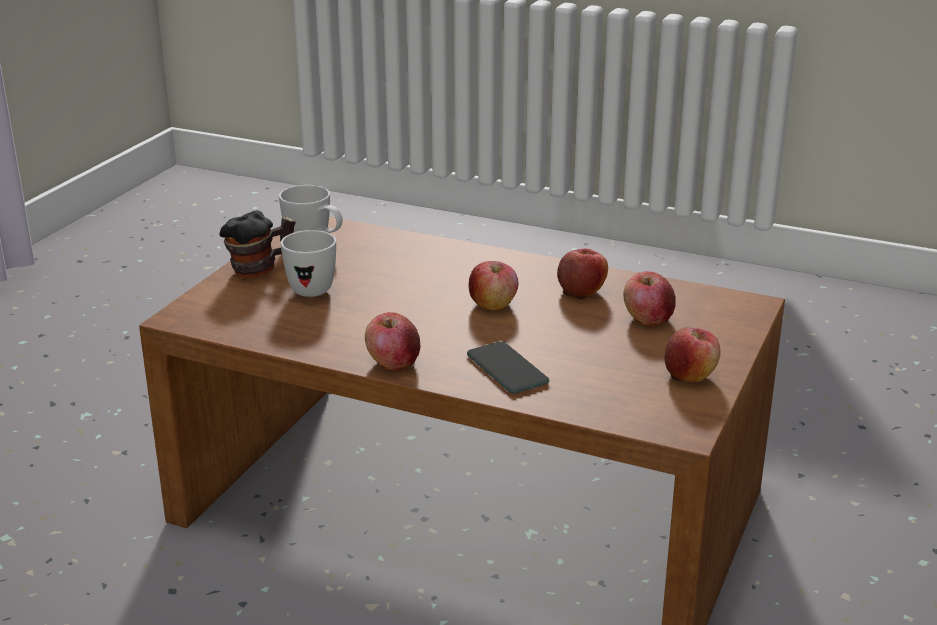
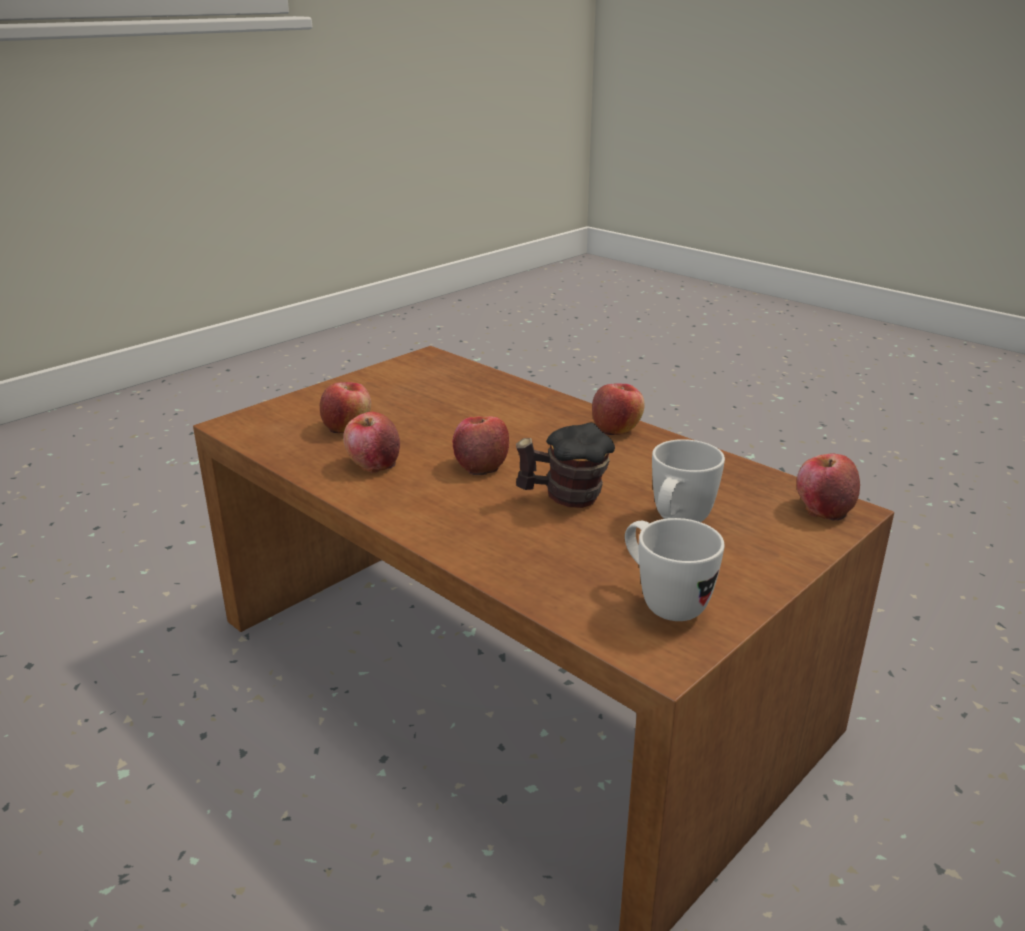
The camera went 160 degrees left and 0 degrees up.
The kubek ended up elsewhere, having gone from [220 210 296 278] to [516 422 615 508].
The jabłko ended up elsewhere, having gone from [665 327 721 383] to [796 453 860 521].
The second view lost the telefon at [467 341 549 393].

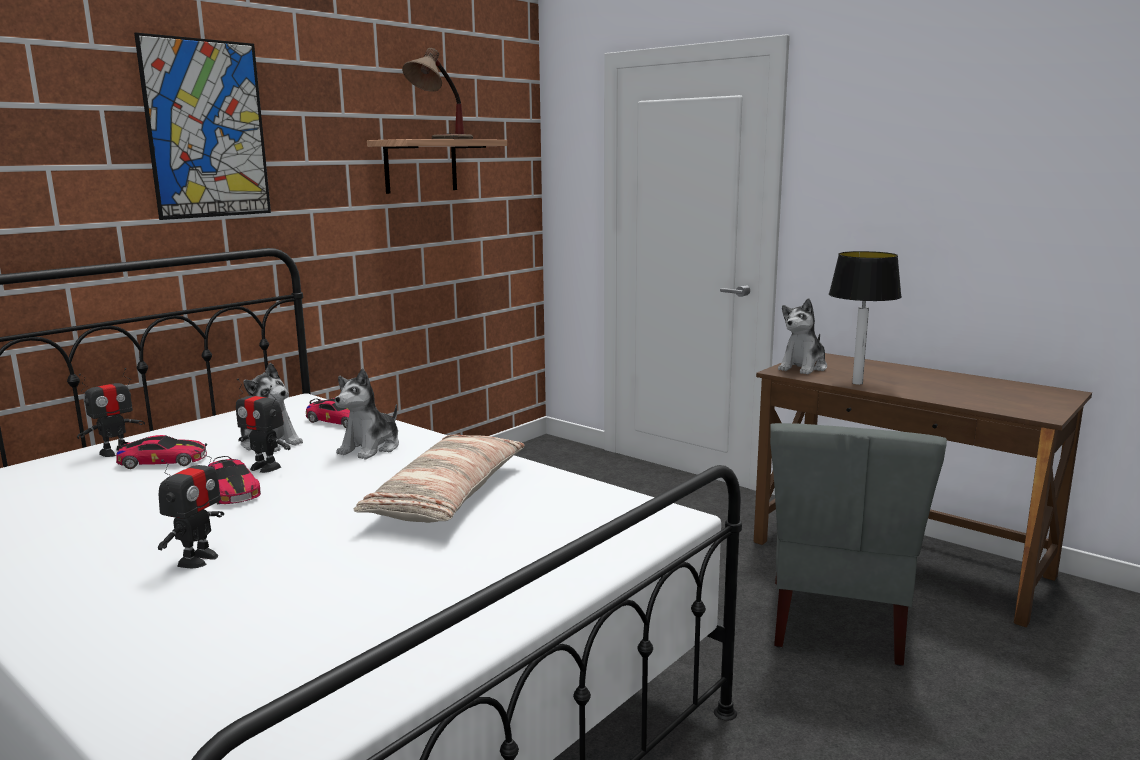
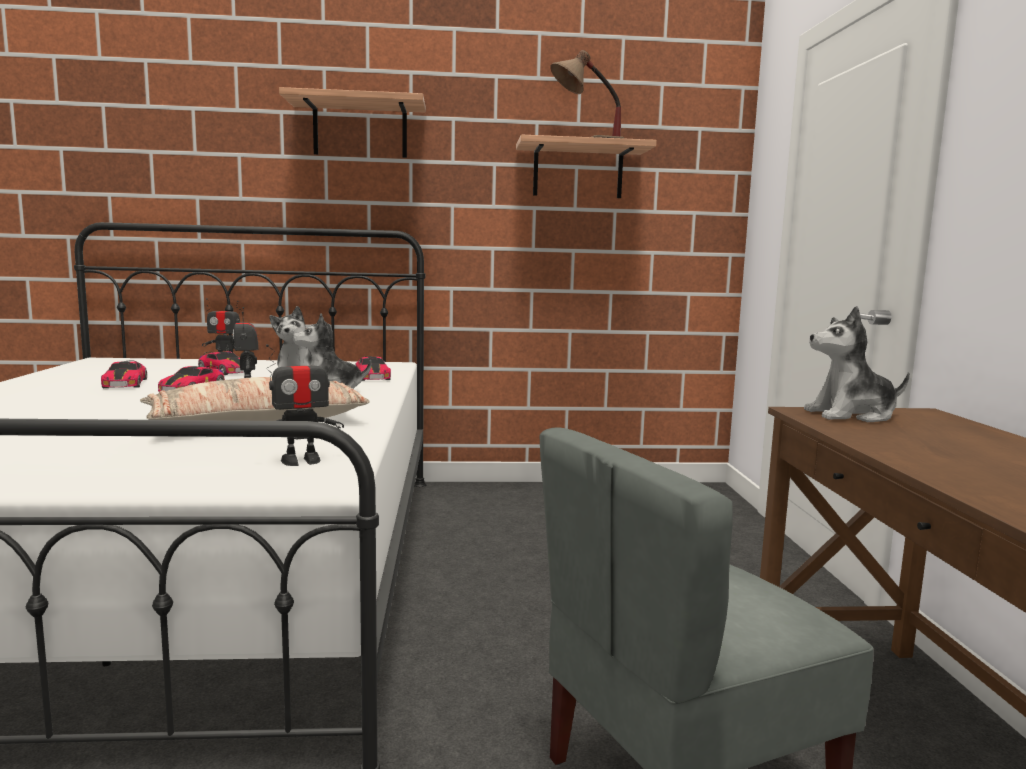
The camera went 45 degrees right and 5 degrees down.
The second view gained the samochodzik at [101 361 147 388].
The robot zabawkowy ended up elsewhere, having gone from [158 443 224 568] to [266 344 344 466].
Where the obraz hung at [134 33 271 220], the półka came to hang at [279 87 426 158].
The second view lost the lampa stołowa at [829 251 902 385].

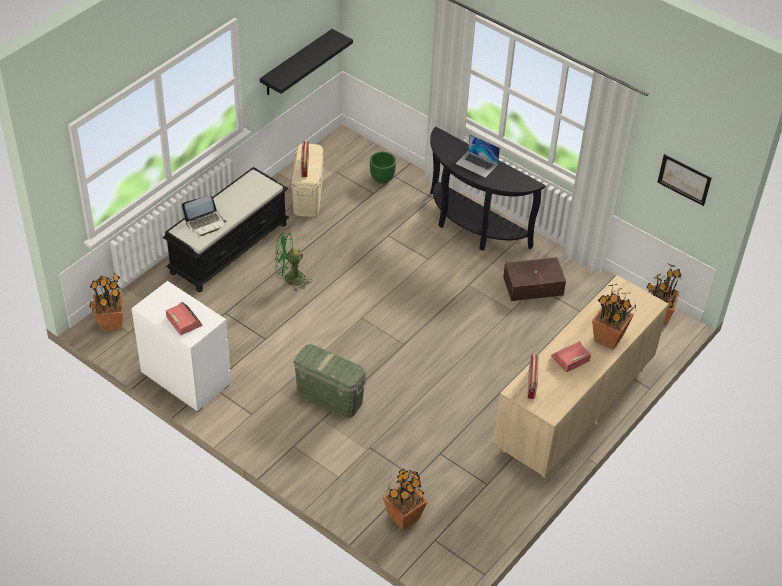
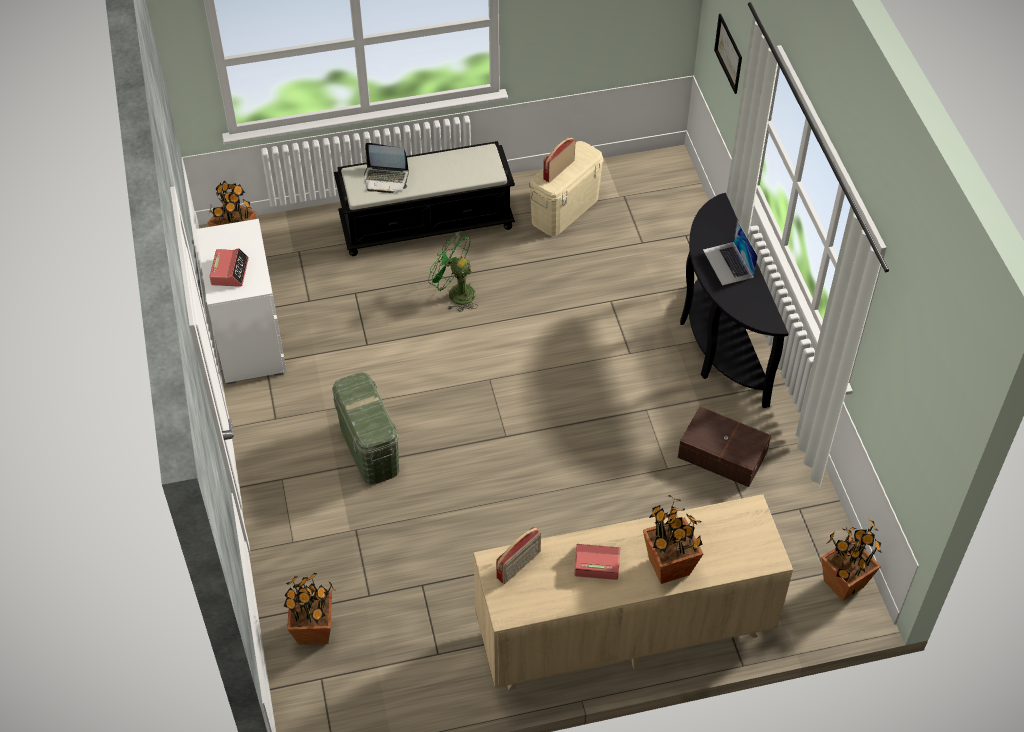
The camera went 40 degrees right and 5 degrees up.
The obraz ended up elsewhere, having gone from [657 154 712 206] to [714 14 742 94].
The second view lost the półka [czarny] at [260 29 353 95].
The second view lost the donica [zielony] at [370 152 396 184].

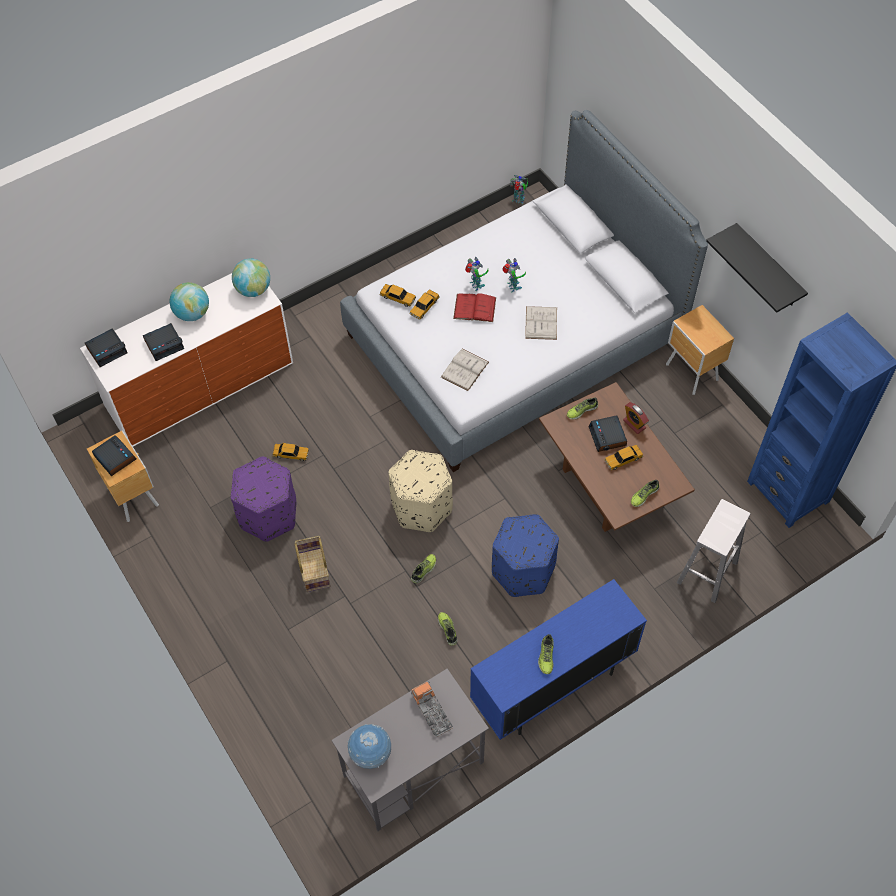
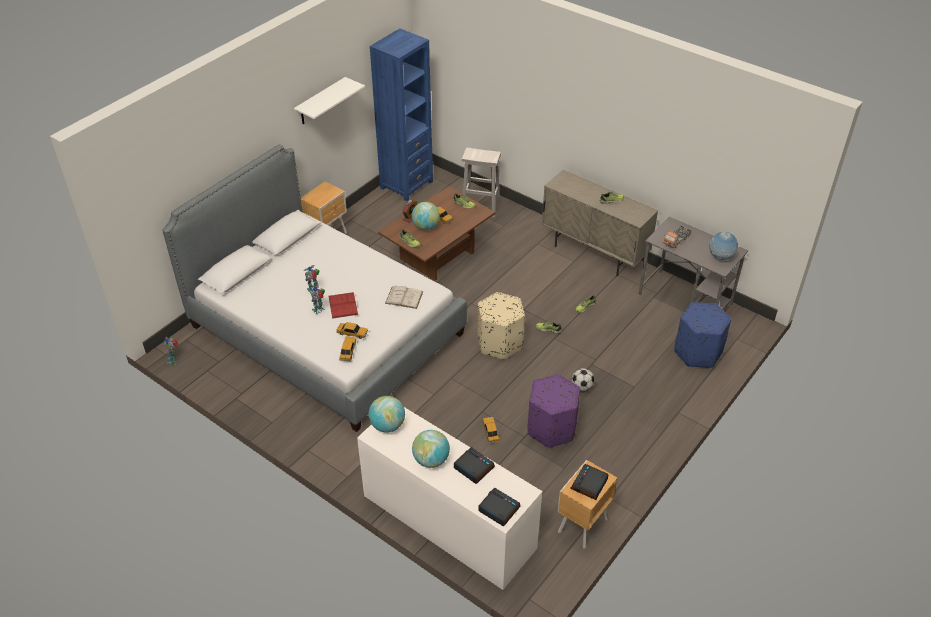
The camera went 110 degrees left and 15 degrees down.
What was the półka [czarny] at [706 223 808 313] turned into the półka [biały] at [294 77 365 124].
Where the budzik stood at [588 416 627 452], the globus came to stand at [412 202 440 230].
What was the szafka [niebieski] at [470 579 647 740] turned into the szafka [beżowy] at [542 170 658 277].
Where the koszyk stood at [295 536 330 592], the piłka futbolowa came to stand at [572 368 595 391].
The pufa [niebieski] ended up elsewhere, having gone from [492 514 559 597] to [674 302 731 368].
The second view lost the książka [biały] at [525 306 557 340].

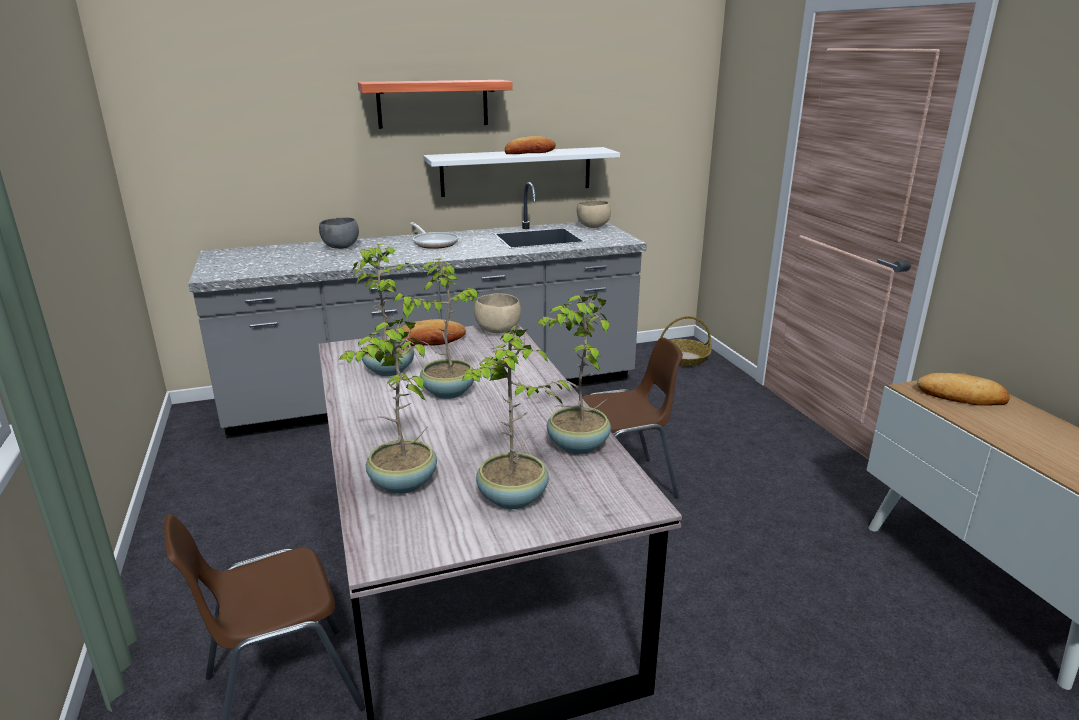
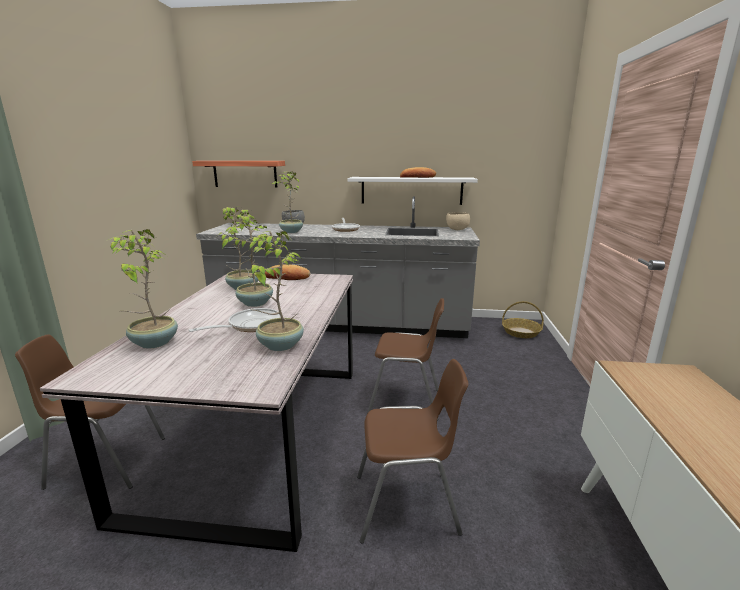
The camera went 25 degrees right and 5 degrees down.
The second view gained the patelnia at [188 308 281 332].
The półka ended up elsewhere, having gone from [358 80 513 129] to [192 161 285 187].
The roślina doniczkowa ended up elsewhere, having gone from [462 326 571 509] to [272 171 303 233].
The second view gained the krzesło [brązowy] at [357 359 469 544].
The second view lost the miska [beżowy] at [474 293 521 333].
The second view lost the chleb at [917 373 1010 406].

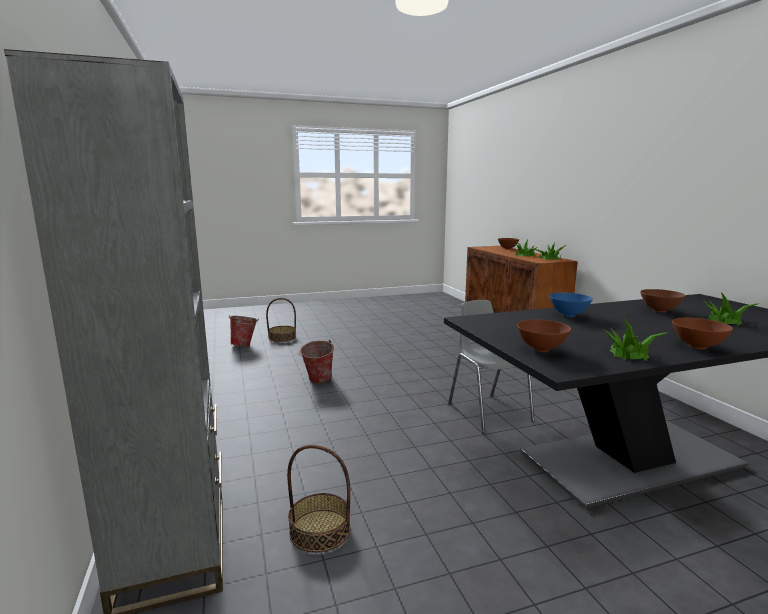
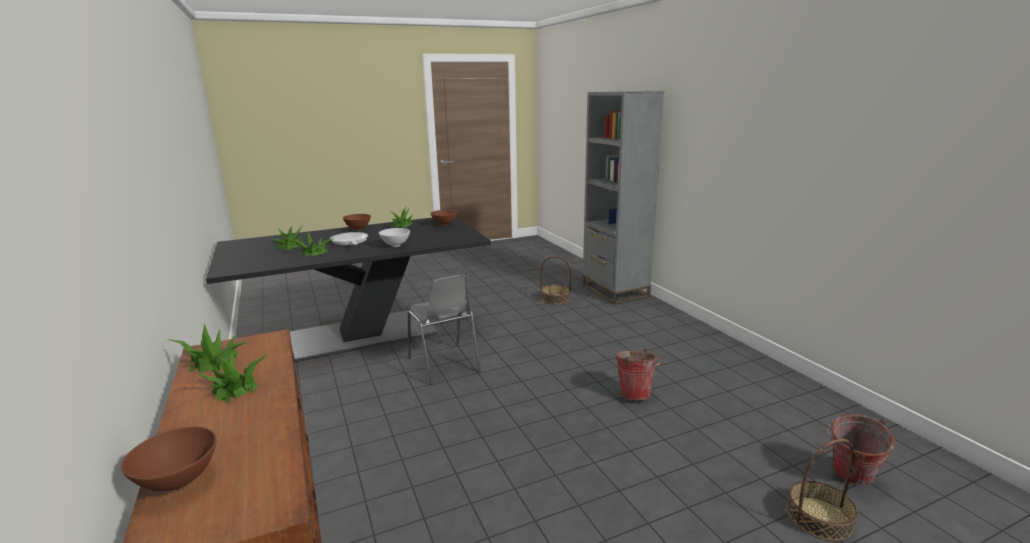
The camera went 175 degrees right and 5 degrees up.
Where the miska [brązowy] stood at [640 289 685 312], the roślina doniczkowa came to stand at [292 231 333 256].
The second view gained the patelnia at [330 232 368 246].
What was the miska [niebieski] at [549 293 593 317] turned into the miska [biały] at [379 228 410 247].

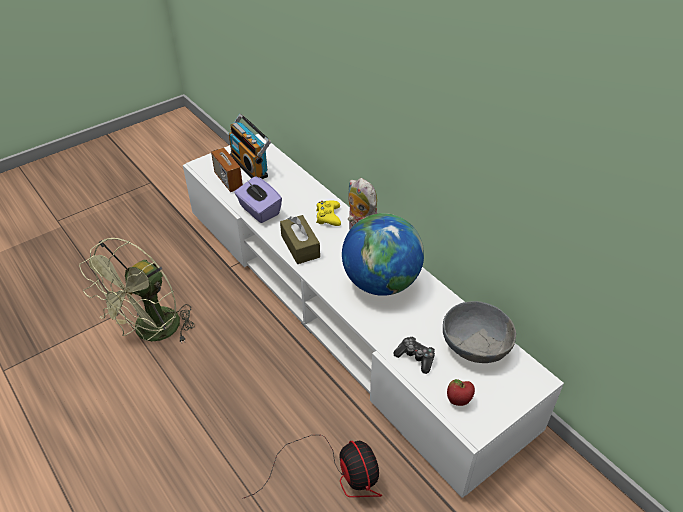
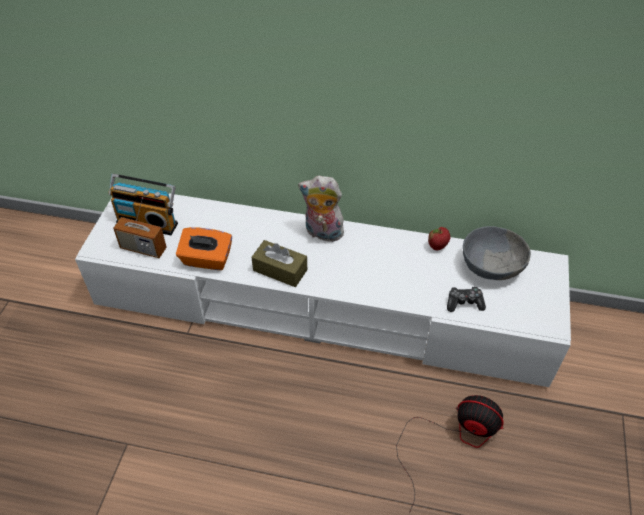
The camera went 40 degrees left and 5 degrees up.
What was the pudełko chusteczek [fioletowy] at [234 176 282 223] turned into the pudełko chusteczek [pomarańczowy] at [176 227 232 270].
The jabłko ended up elsewhere, having gone from [447 379 475 406] to [428 227 450 250].
The second view lost the wentylator [zielony] at [79 238 195 343].
The second view lost the pad do gier [żółty] at [316 200 341 226].
The second view lost the globus at [342 213 424 296].

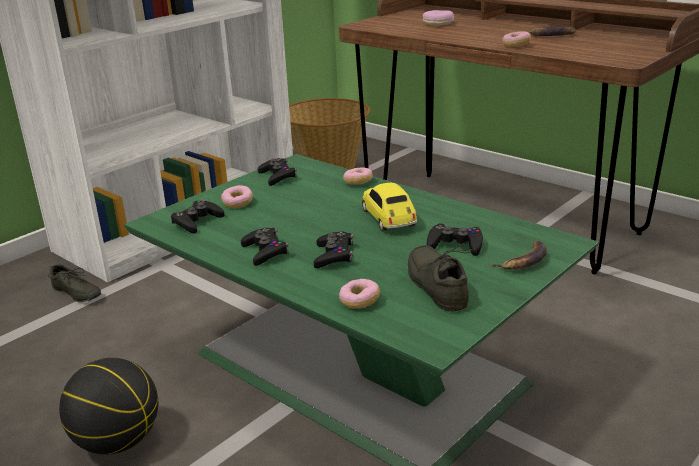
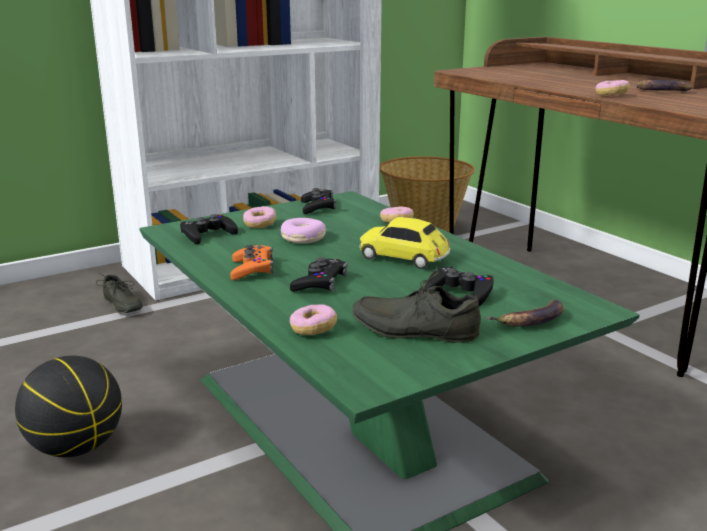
The camera went 15 degrees right and 5 degrees down.
What was the pad do gier [czarny] at [241 228 289 266] turned into the pad do gier [pomarańczowy] at [230 245 273 280].
The donut ended up elsewhere, having gone from [422 10 454 25] to [281 218 327 244].
The but [szary] at [408 241 473 311] ended up facing another way, 75 degrees counterclockwise from before.
The samochodzik at [361 183 417 232] ended up facing another way, 60 degrees counterclockwise from before.

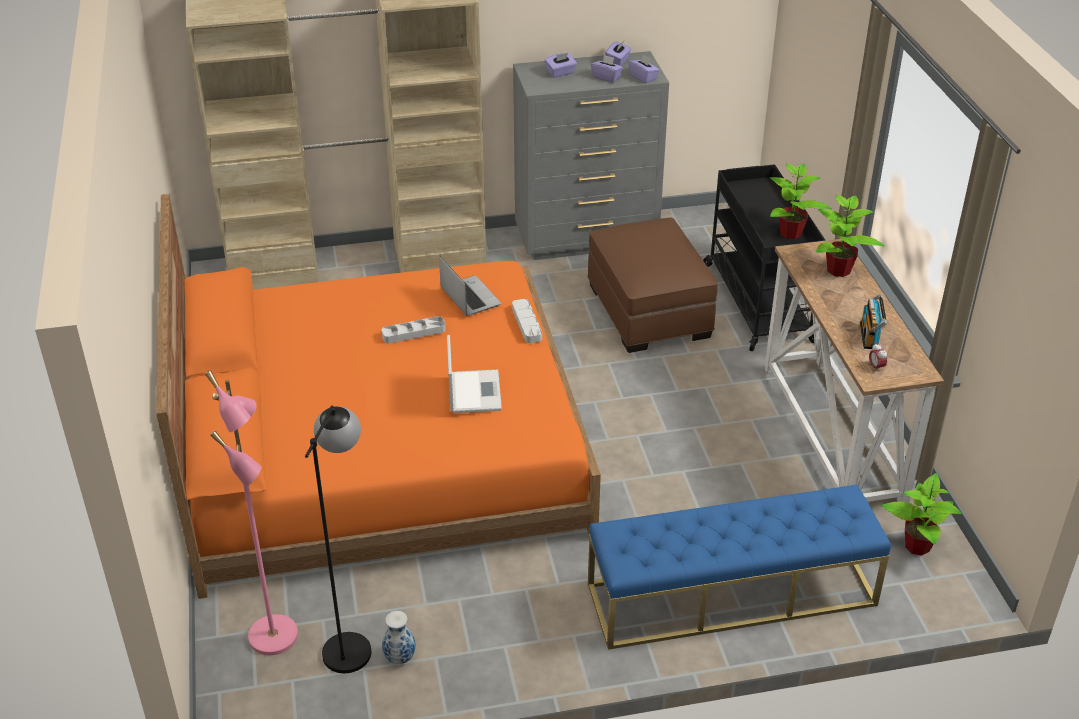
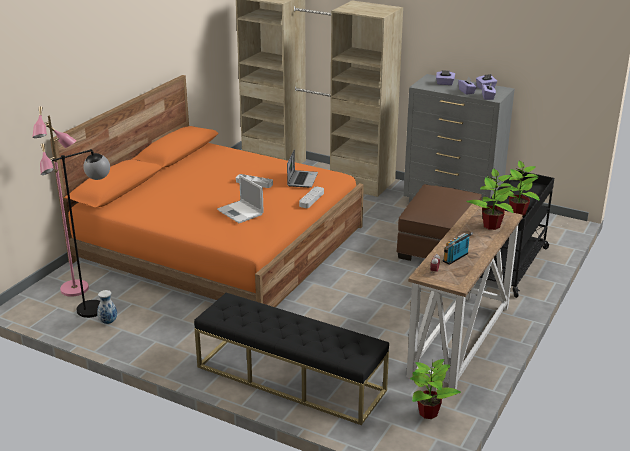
The camera went 40 degrees right and 10 degrees down.
What was the ławka [niebieski] at [588 484 891 650] turned into the ławka [czarny] at [194 293 389 425].
The laptop at [447 335 502 413] ended up facing another way, 105 degrees clockwise from before.

